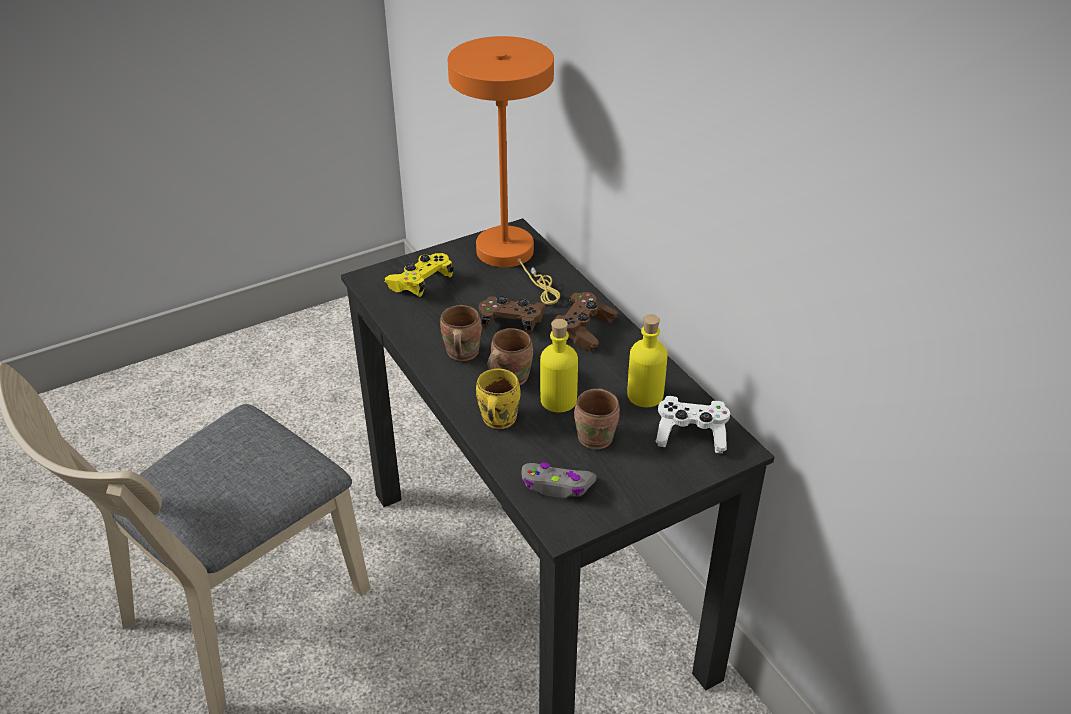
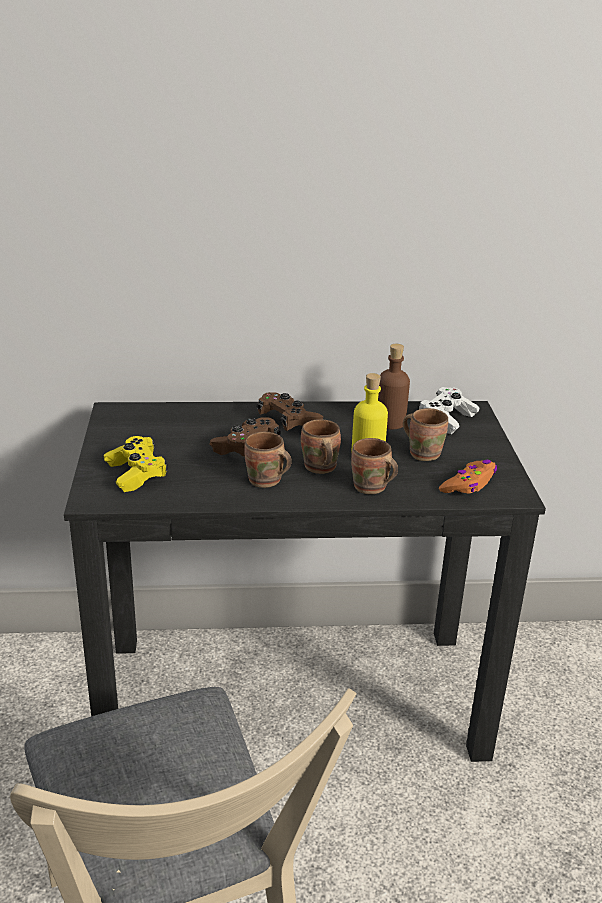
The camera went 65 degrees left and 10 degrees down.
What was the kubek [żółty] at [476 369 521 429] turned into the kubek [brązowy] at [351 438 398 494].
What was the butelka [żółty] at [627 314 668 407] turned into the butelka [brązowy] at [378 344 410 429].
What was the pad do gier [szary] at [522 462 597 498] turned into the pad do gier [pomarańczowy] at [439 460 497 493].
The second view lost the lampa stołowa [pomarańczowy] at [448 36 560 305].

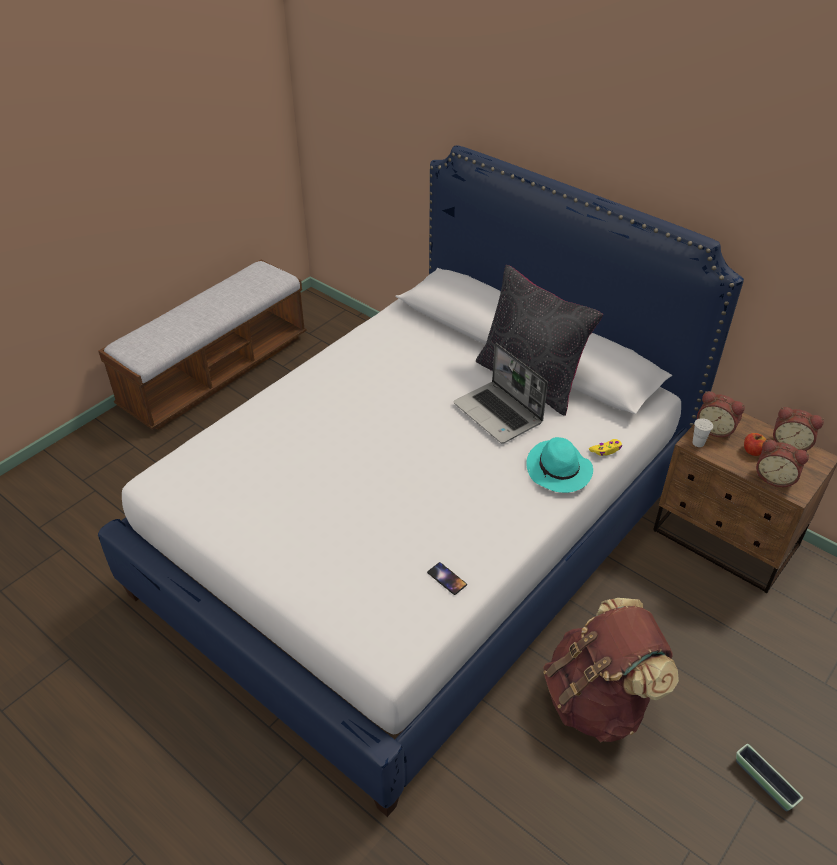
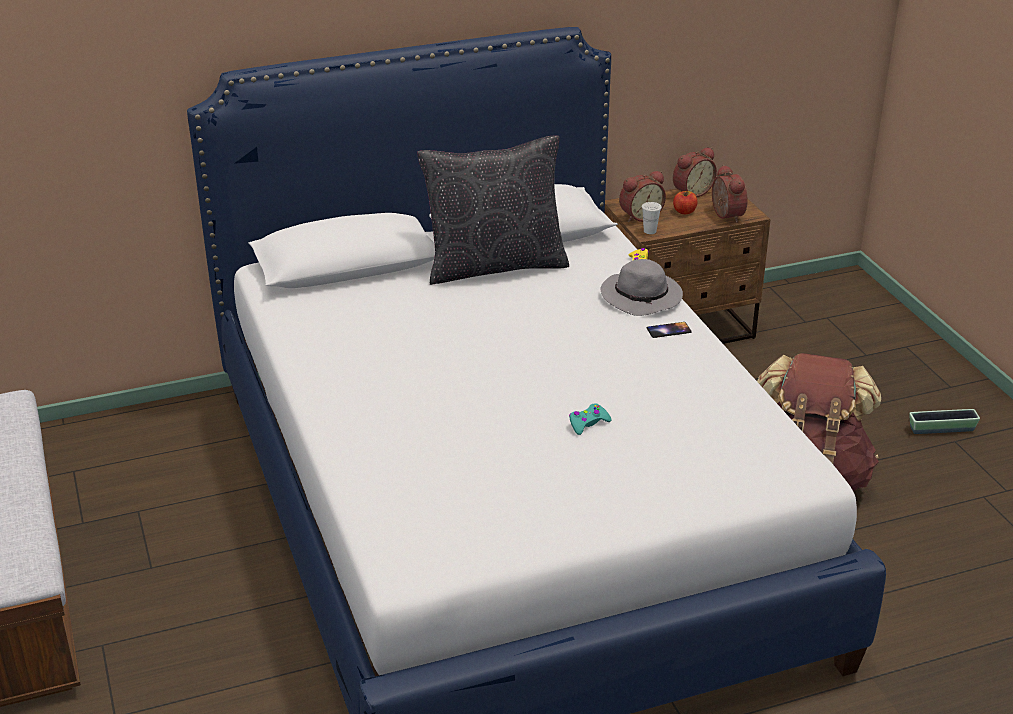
The camera went 60 degrees left and 10 degrees down.
The second view gained the pad do gier [turkusowy] at [569 403 612 435].
What was the kapelusz [turkusowy] at [526 437 593 493] turned into the kapelusz [szary] at [601 259 683 316].
The telefon ended up elsewhere, having gone from [427 562 467 595] to [647 322 692 338].
The budzik at [756 440 809 487] ended up facing another way, 75 degrees counterclockwise from before.
The second view lost the laptop at [453 343 548 444].

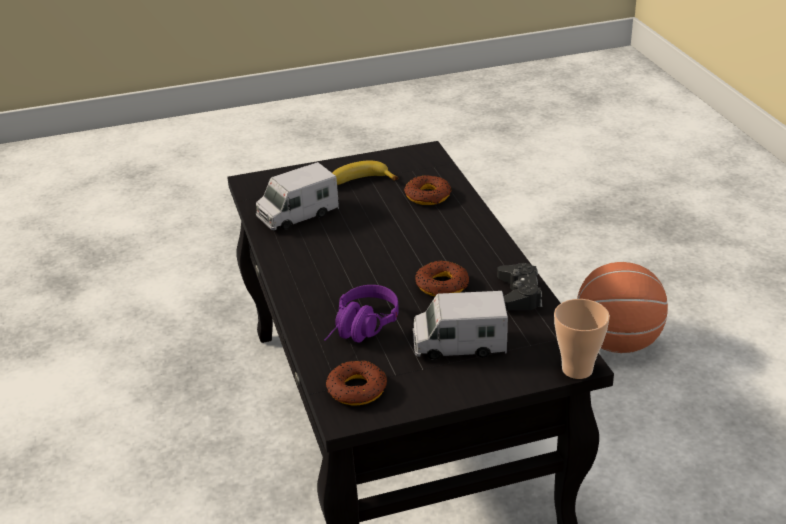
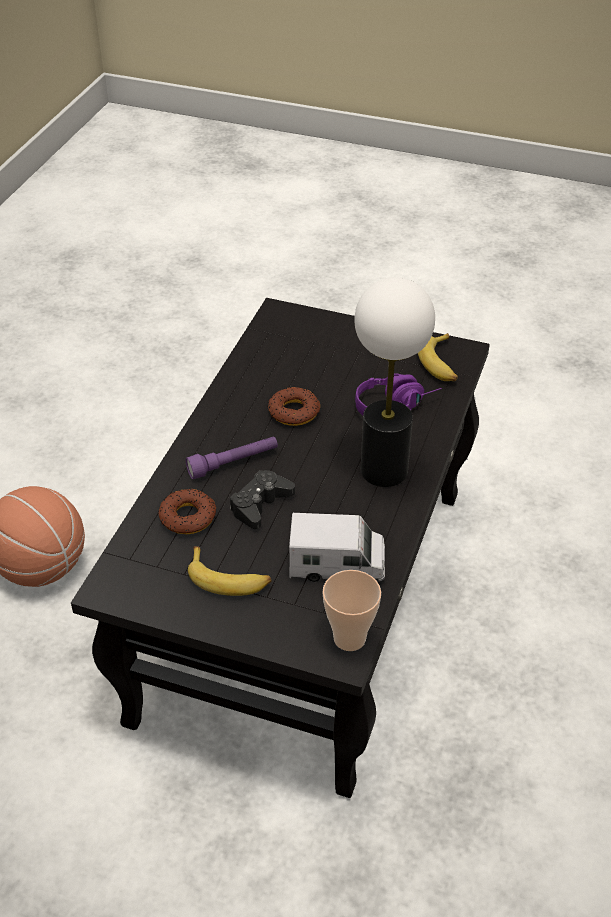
The camera went 145 degrees left and 10 degrees up.
The second view gained the latarka [fioletowy] at [186 436 278 479].
The pad do gier [czarny] ended up elsewhere, having gone from [497 263 542 310] to [230 470 295 529].
The filiżanka ended up elsewhere, having gone from [554 299 610 379] to [322 570 381 651].
The second view gained the lampa stołowa at [354 277 435 487].
Where the donut stood at [326 360 387 406], the banan came to stand at [418 333 458 381].
The second view lost the ciężarówka zabawkowa at [413 291 508 360].

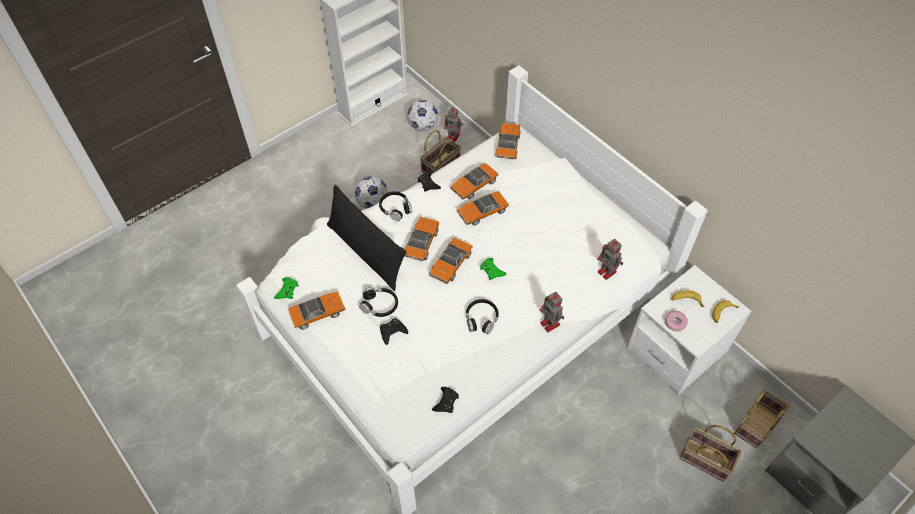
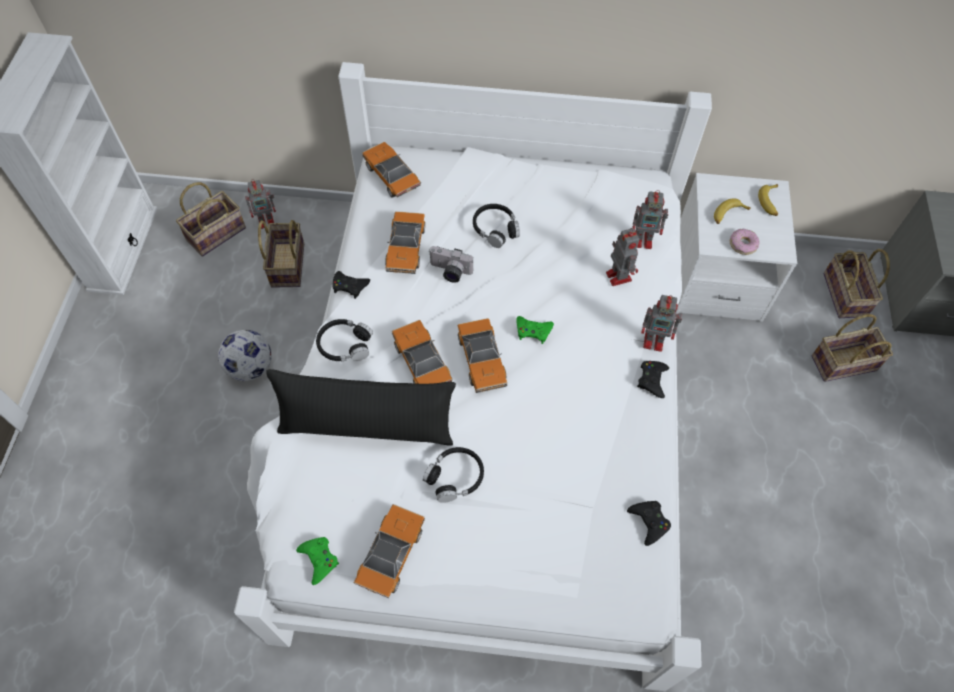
The camera went 45 degrees left and 5 degrees up.
Where the piłka futbolowa stood at [407 100 438 131], the koszyk came to stand at [176 182 246 257].
Where the samochodzik stood at [457 191 509 225], the aparat fotograficzny came to stand at [429 246 473 283].
The słuchawki [czarny] ended up elsewhere, having gone from [466 299 499 334] to [473 204 520 248].
The second view gained the robot zabawkowy at [606 228 639 286].
The pad do gier [czarny] ended up elsewhere, having gone from [380 318 408 345] to [637 361 669 398].

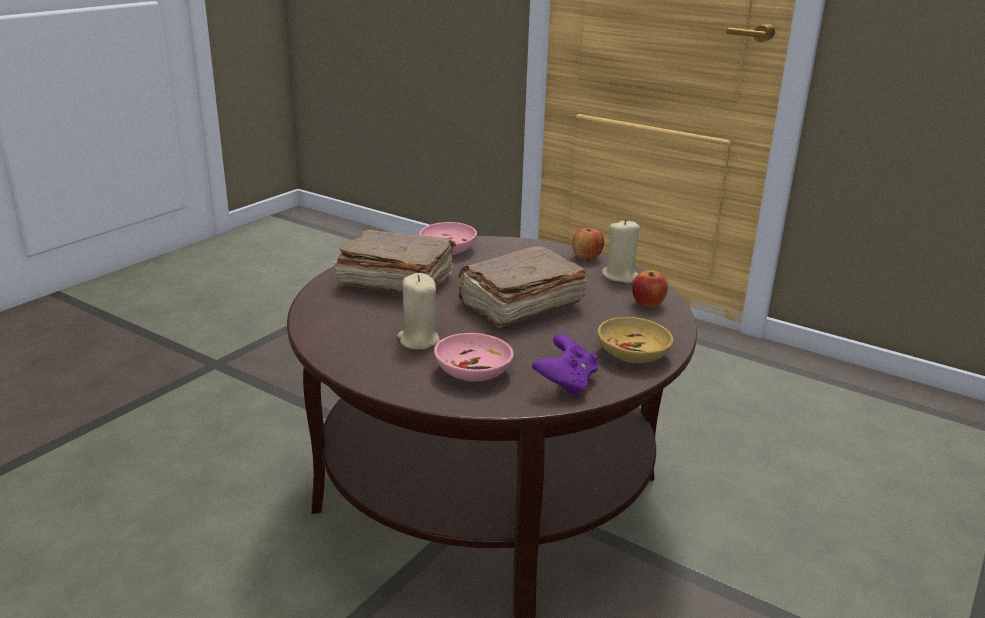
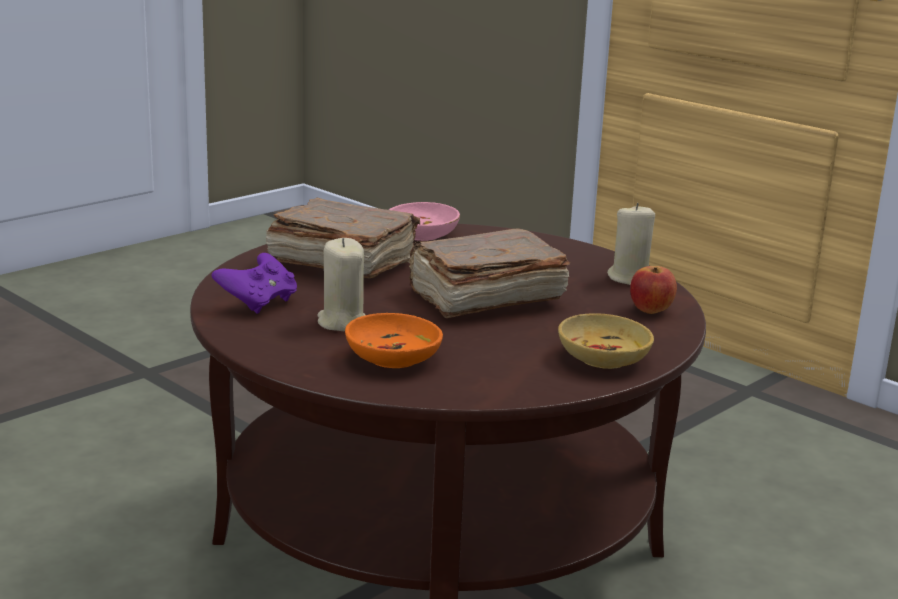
The camera went 10 degrees right and 5 degrees down.
The pad do gier [fioletowy] ended up elsewhere, having gone from [532 334 598 397] to [211 253 297 314].
What was the miska [różowy] at [434 333 514 382] turned into the miska [pomarańczowy] at [345 313 443 368].
The second view lost the jabłko at [572 227 604 259].

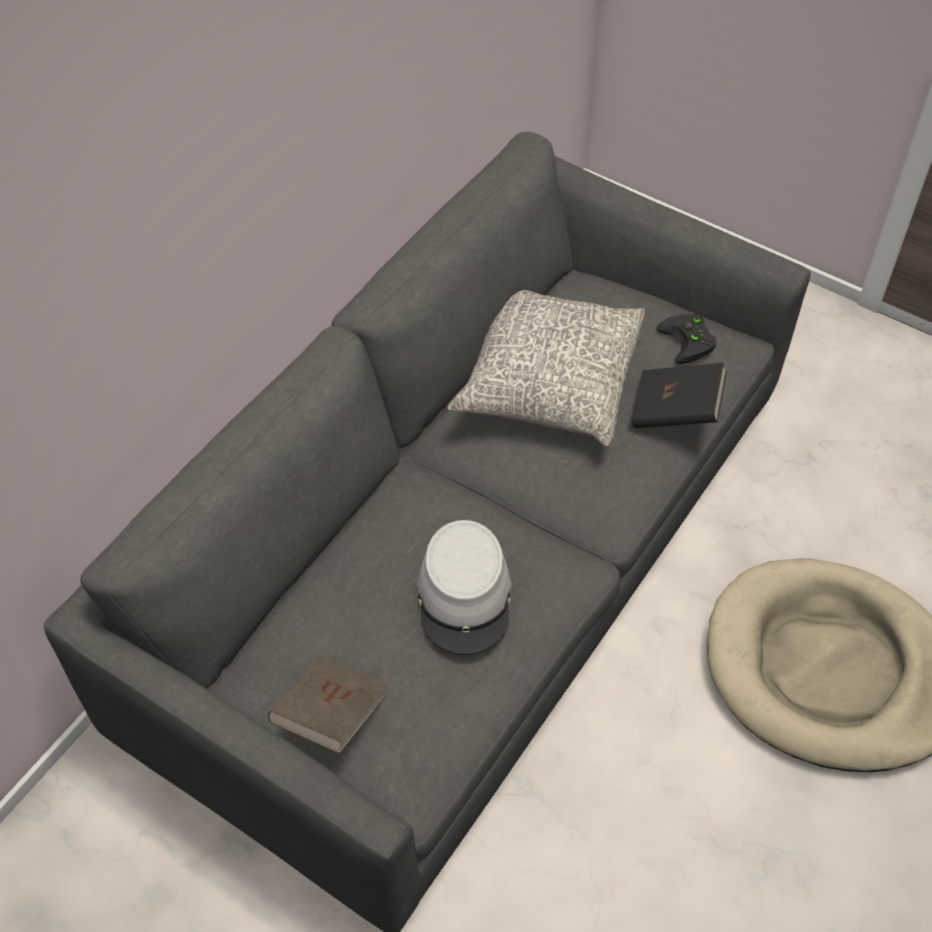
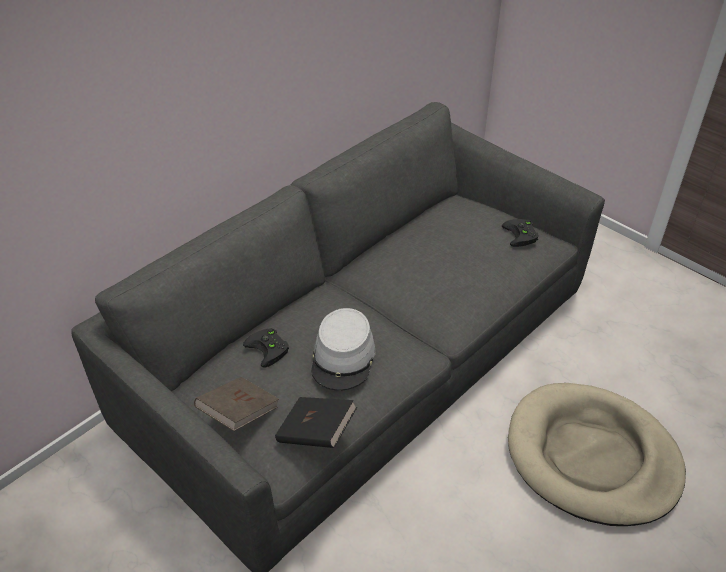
The camera went 10 degrees right and 10 degrees down.
The second view gained the pad do gier [czarny] at [243 328 289 368].
The książka [czarny] ended up elsewhere, having gone from [631 363 727 428] to [275 397 357 448].
The second view lost the poduszka [szary] at [447 290 645 446].

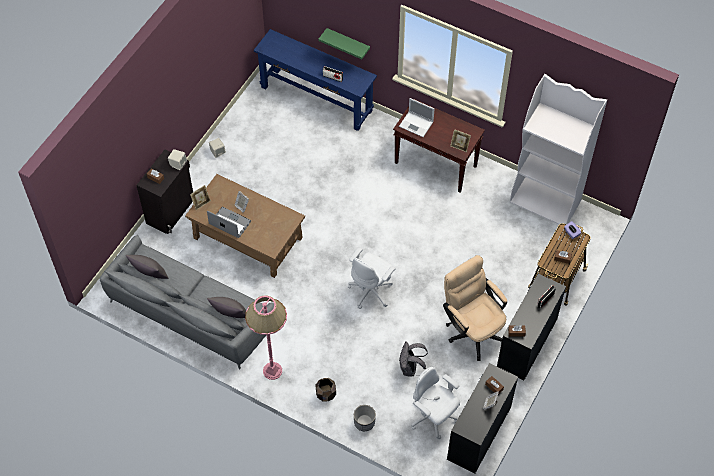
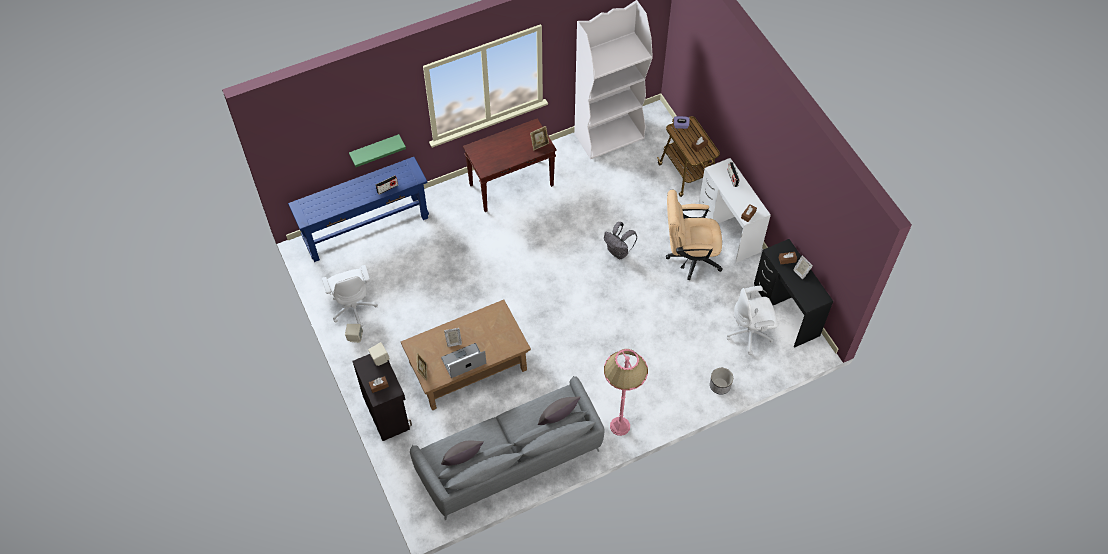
The camera went 55 degrees left and 0 degrees up.
The krzesło biurowe [biały] ended up elsewhere, having gone from [348 247 395 309] to [322 265 378 327].
The plecak [szary] ended up elsewhere, having gone from [399 341 428 377] to [604 222 637 259].
What was the biurko [czarny] at [497 274 566 381] turned into the biurko [biały] at [699 158 771 263].
The second view lost the donica [brązowy] at [316 378 336 401].
The second view lost the laptop at [399 98 434 137].

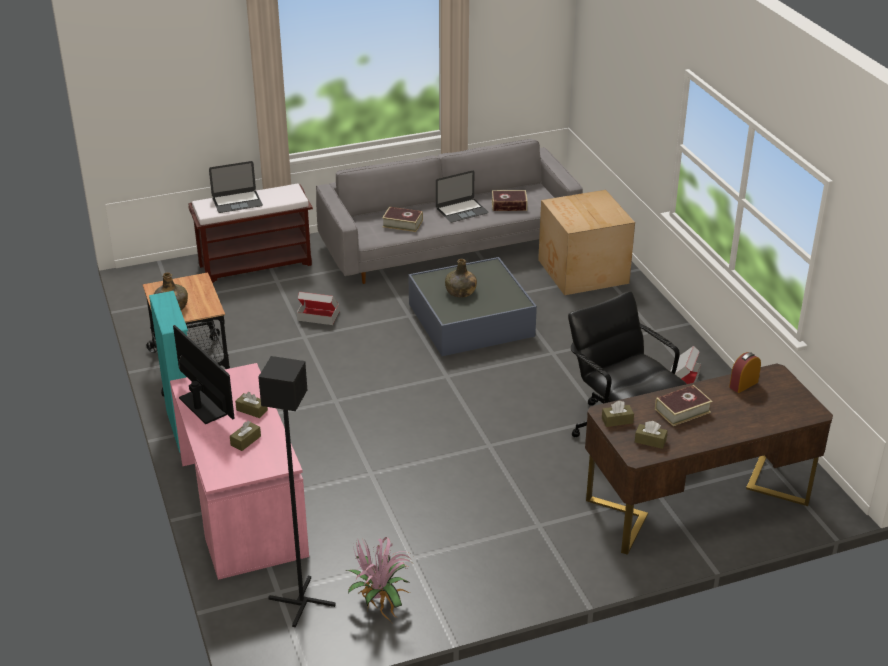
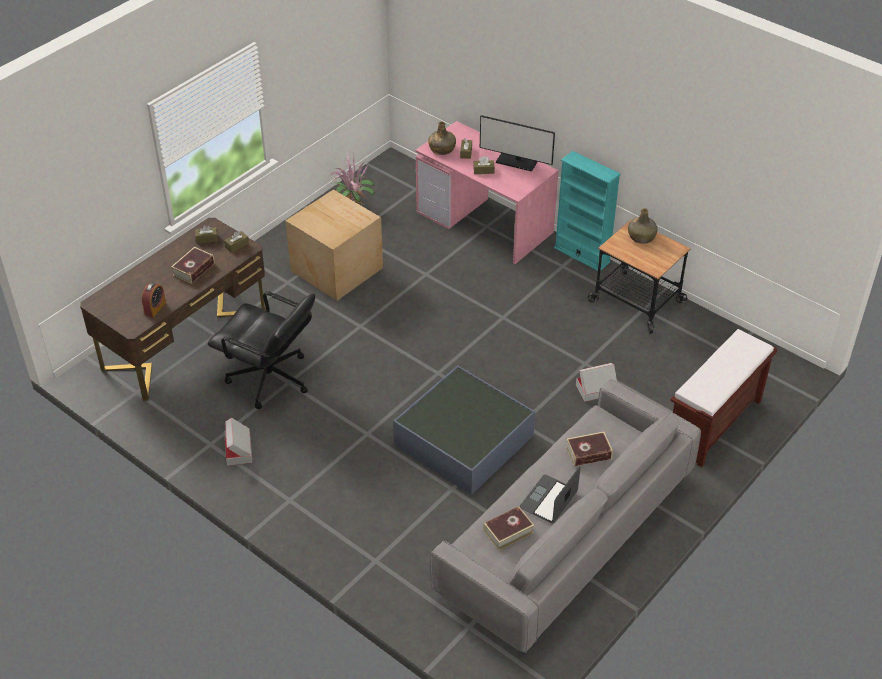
The camera went 150 degrees right and 10 degrees up.
The karton ended up elsewhere, having gone from [538 190 635 295] to [286 189 383 301].
The butelka [zielony] ended up elsewhere, having gone from [445 259 477 297] to [428 122 456 155].
The second view lost the laptop at [209 161 263 213].
The second view lost the lampa stojąca [czarny] at [258 356 336 627].

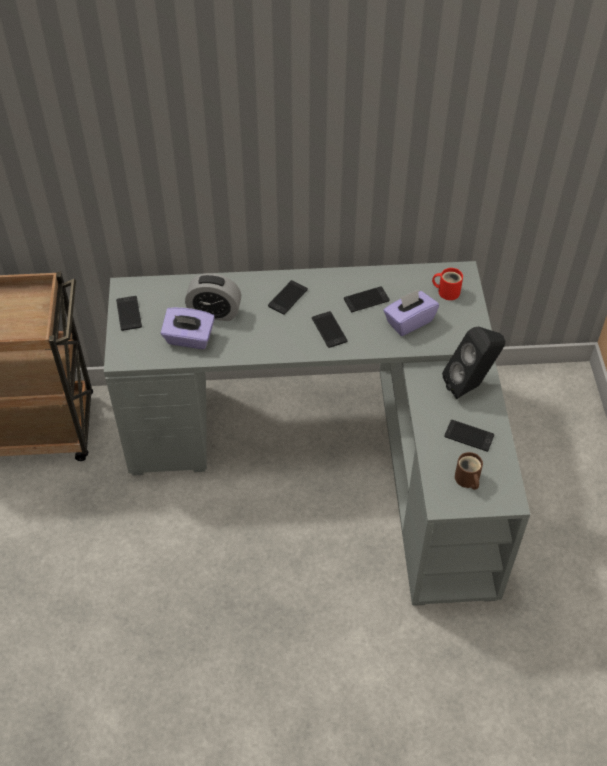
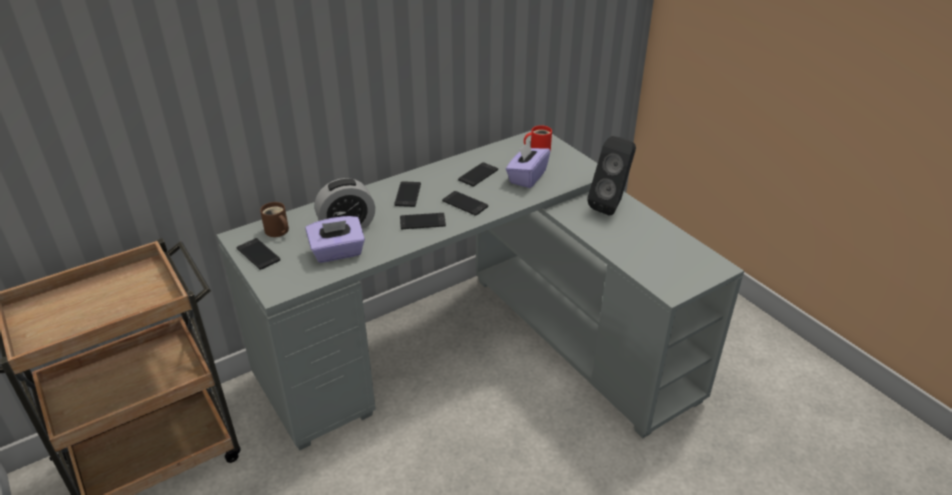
The camera went 30 degrees left and 15 degrees down.
The kubek [brązowy] ended up elsewhere, having gone from [455 452 483 490] to [260 202 289 237].
The telefon ended up elsewhere, having gone from [444 420 494 452] to [400 213 446 229].

